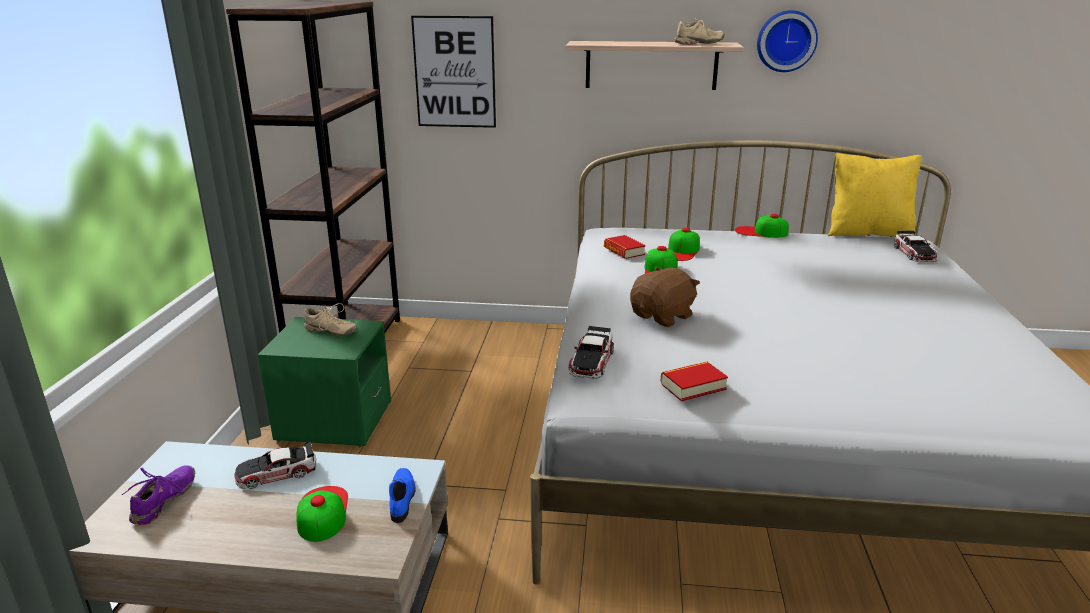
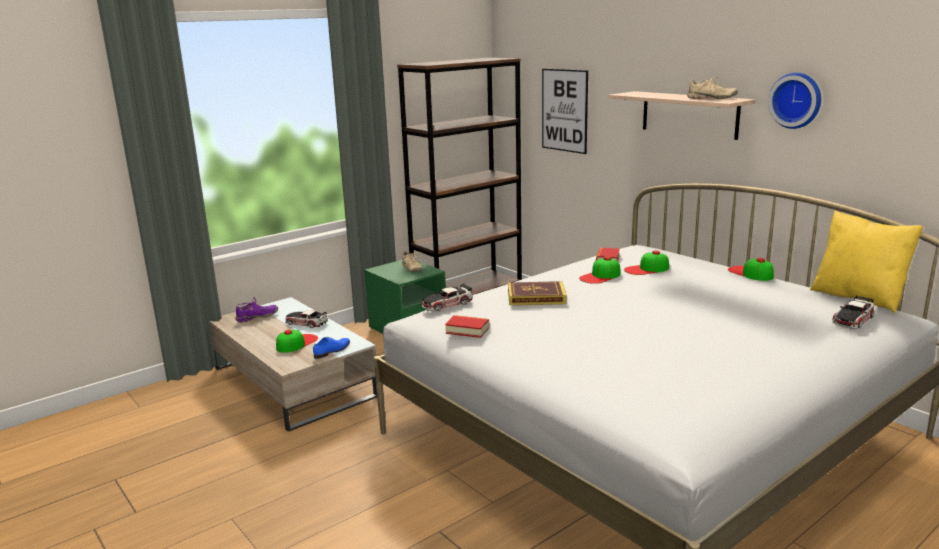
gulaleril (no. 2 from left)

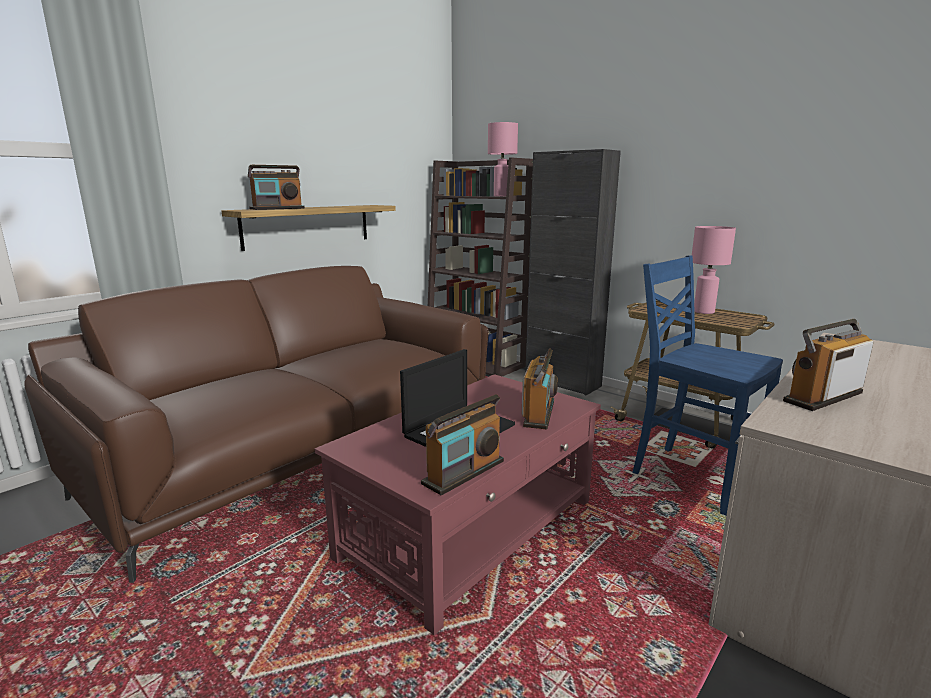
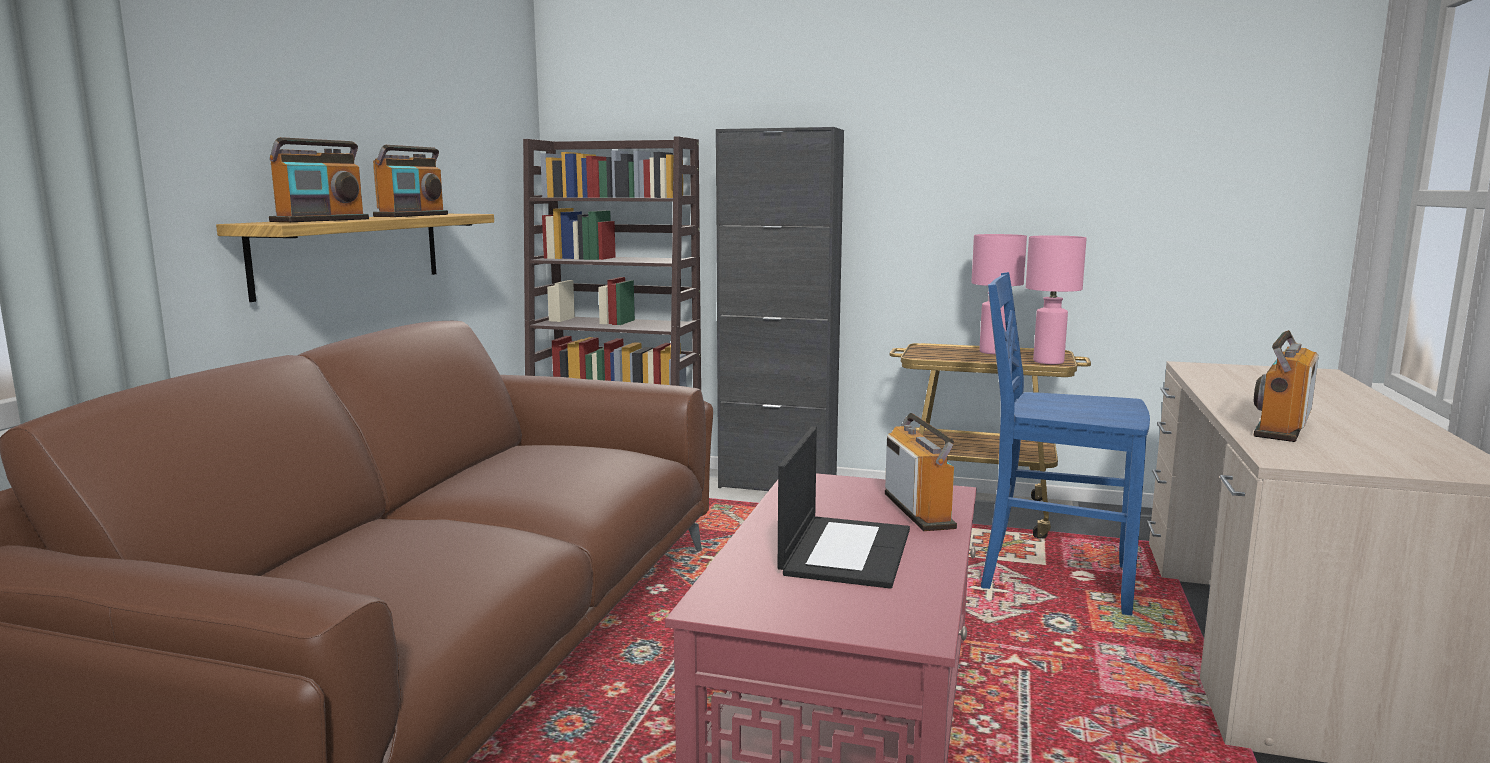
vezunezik (no. 2 from left)
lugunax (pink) (no. 2 from left)

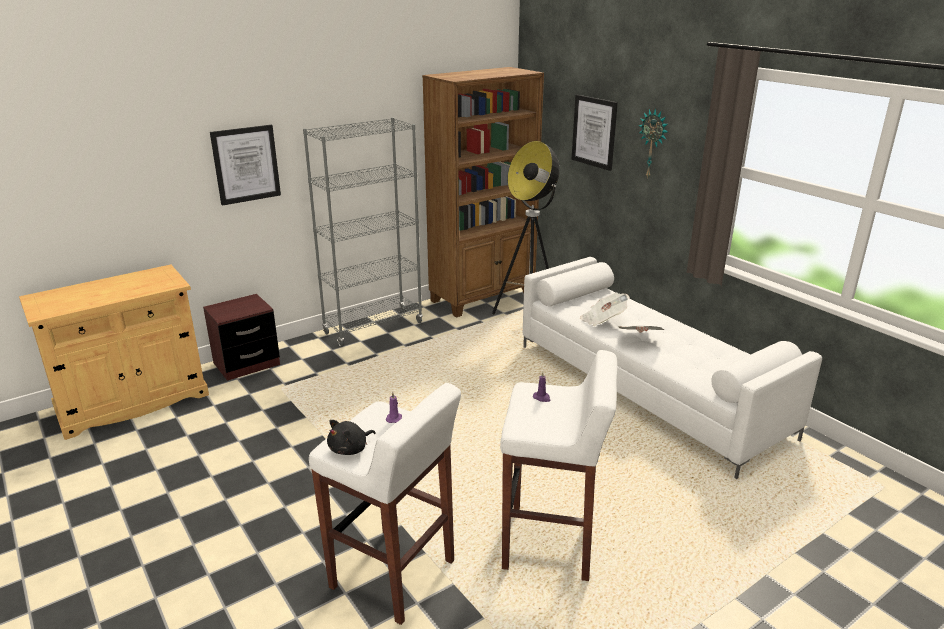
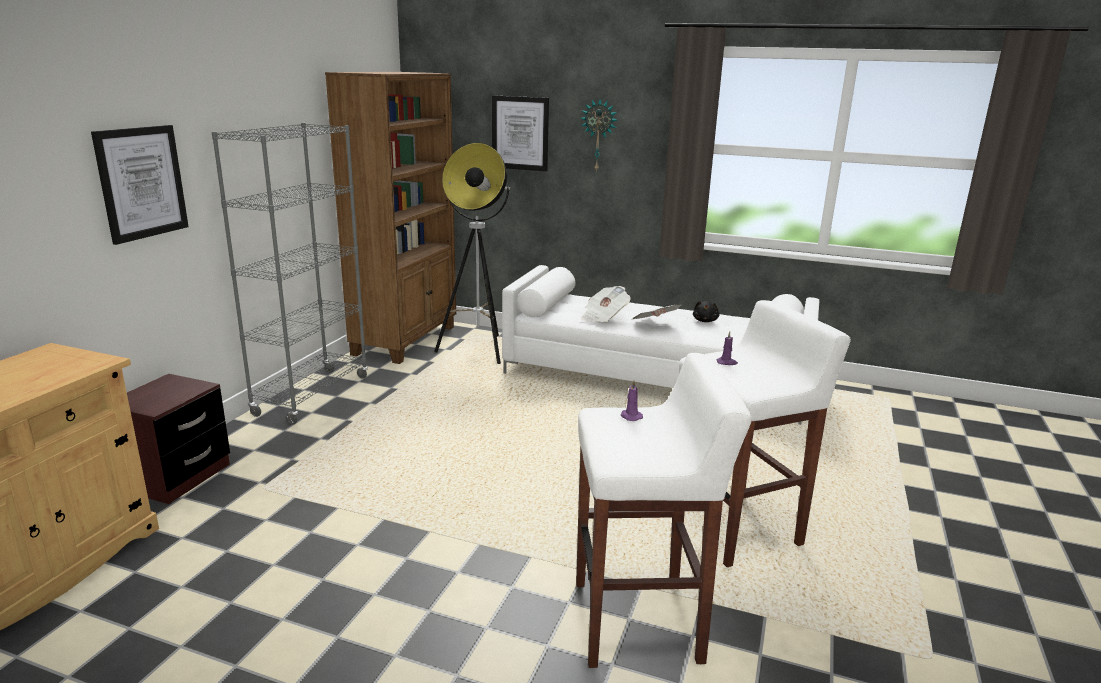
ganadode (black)

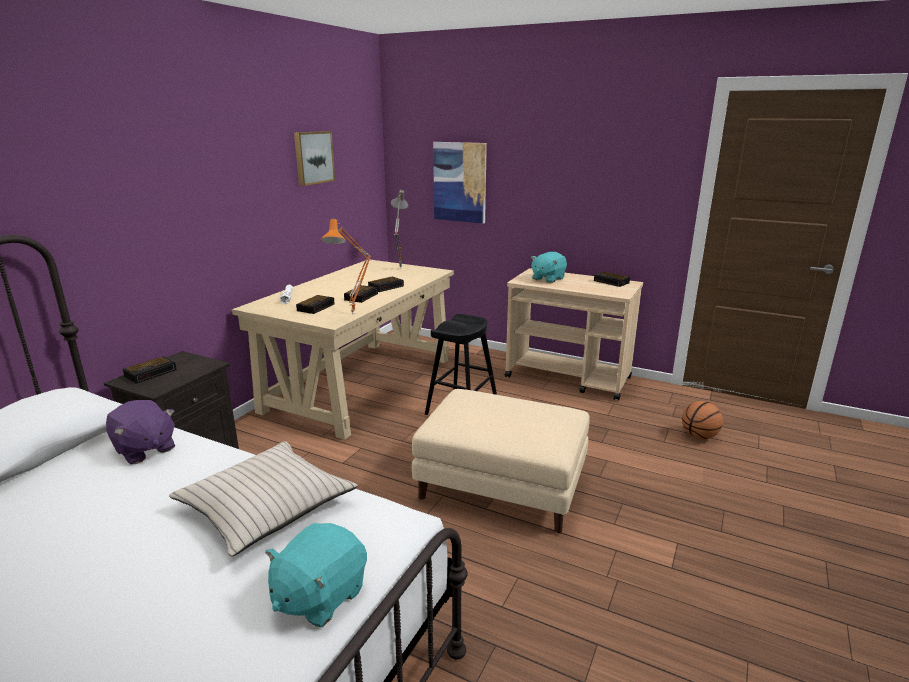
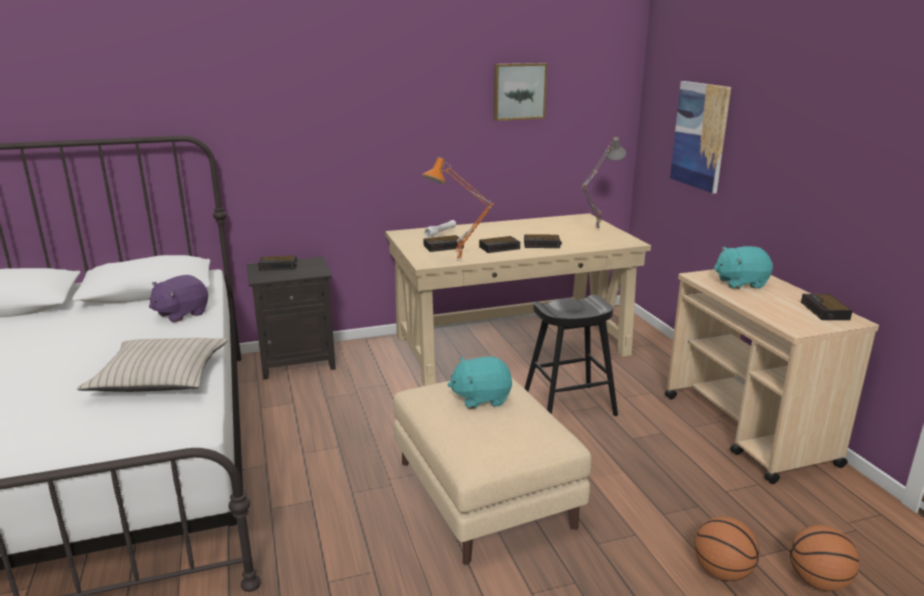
ganadode (purple)
ganadode (turquoise) (no. 1 from left)
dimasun (no. 1 from left)

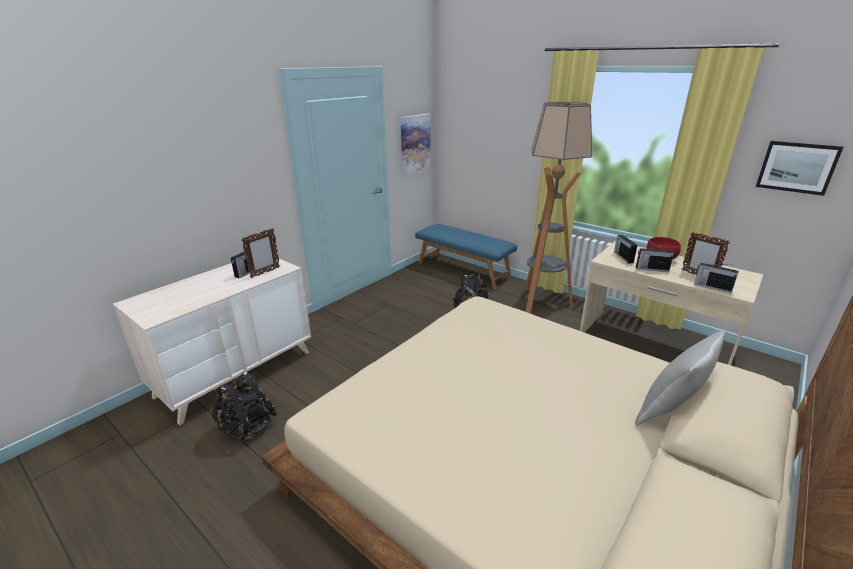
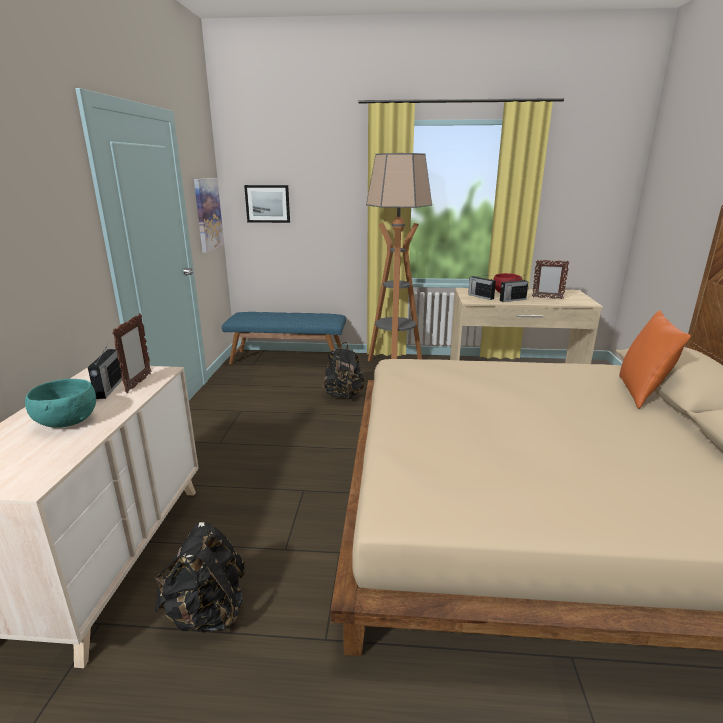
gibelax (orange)
vezunezik (no. 4 from left in the first image)
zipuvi (no. 2 from left)
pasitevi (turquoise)

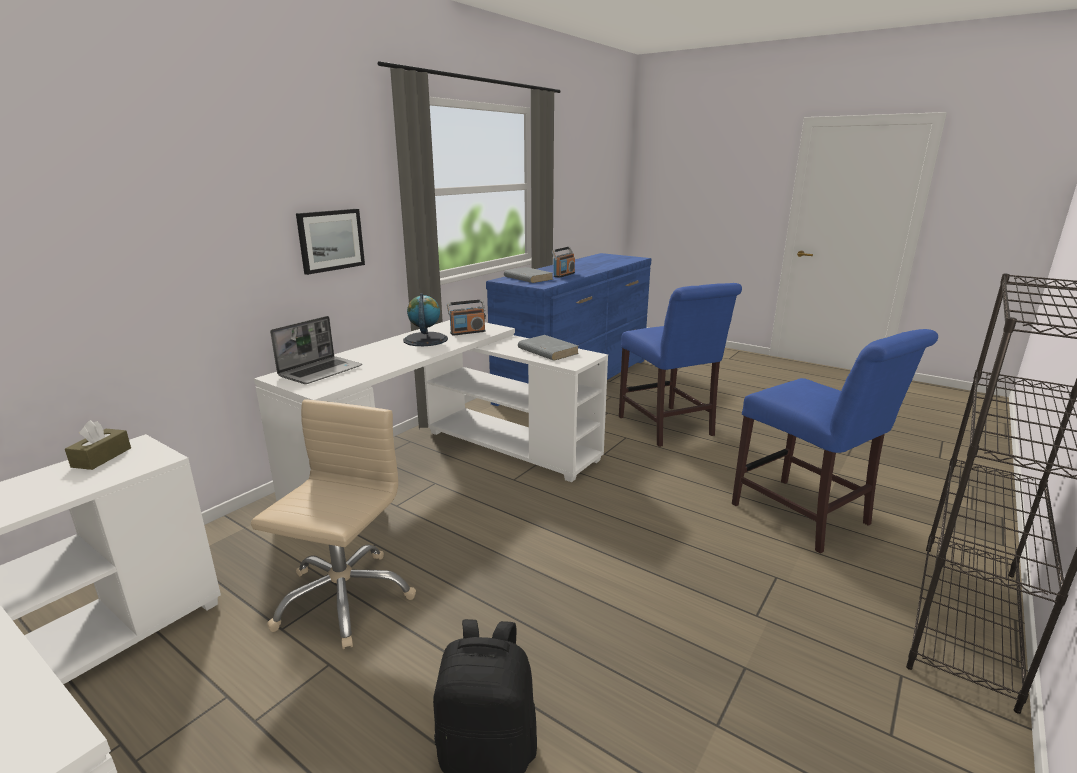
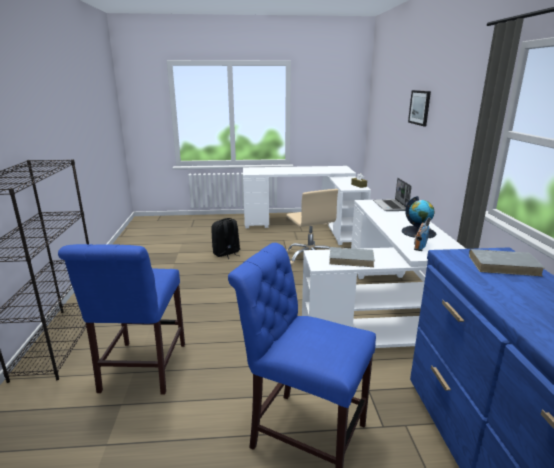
zipuvi
vezunezik (no. 2 from left in the first image)
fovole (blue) (no. 1 from left)

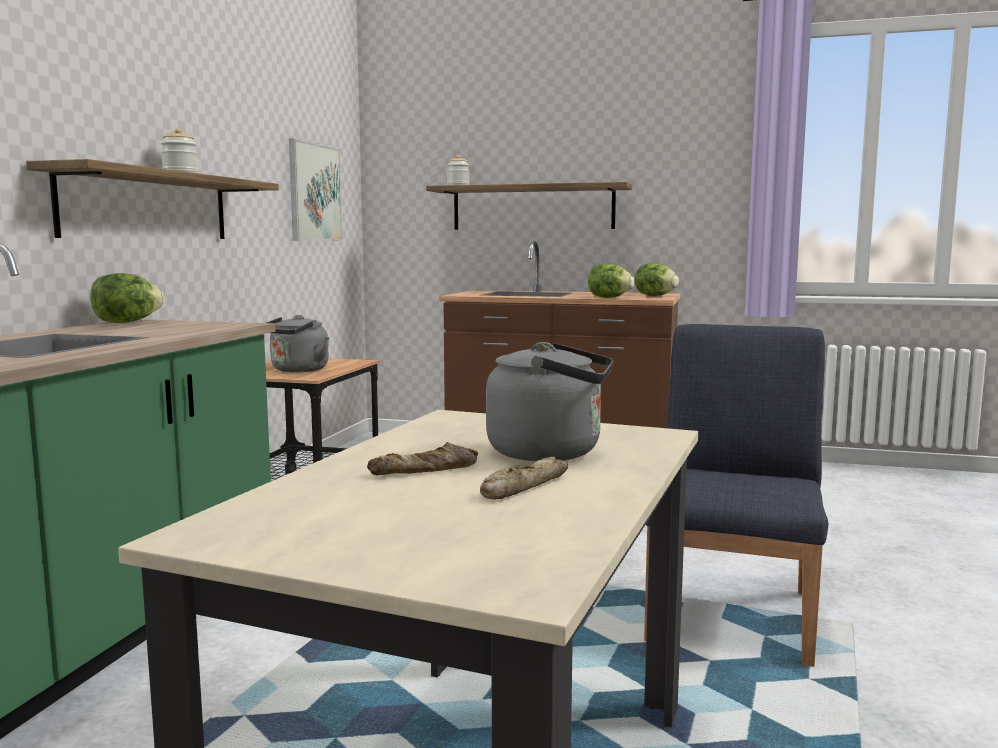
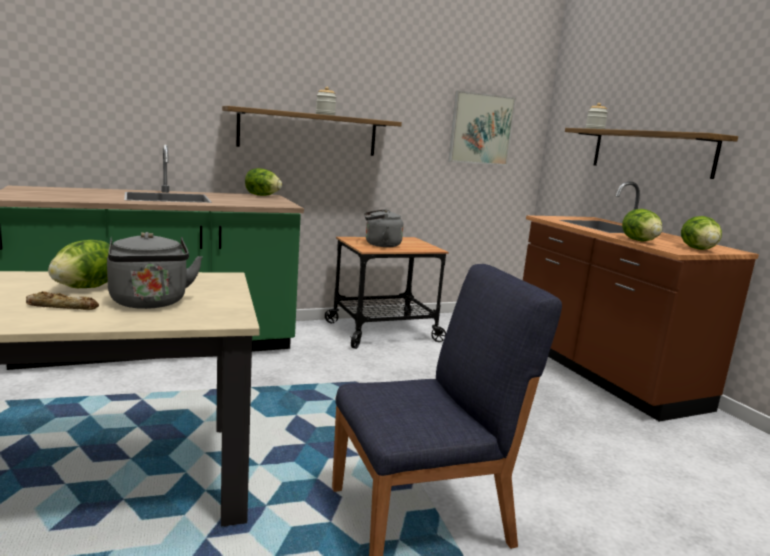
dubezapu (no. 1 from left)

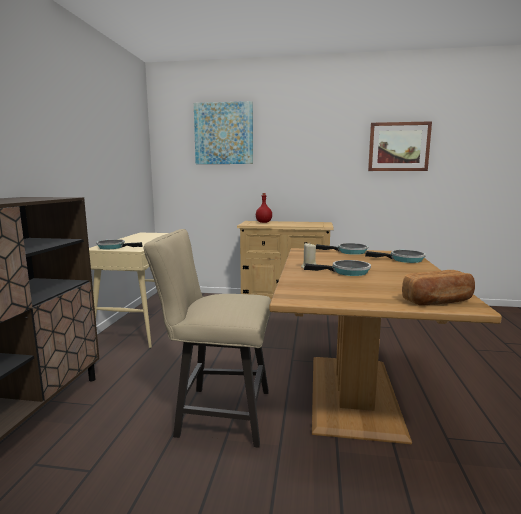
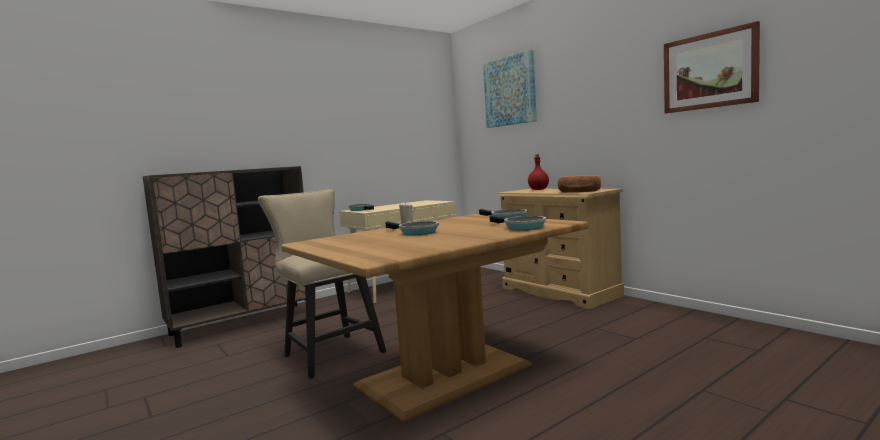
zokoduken

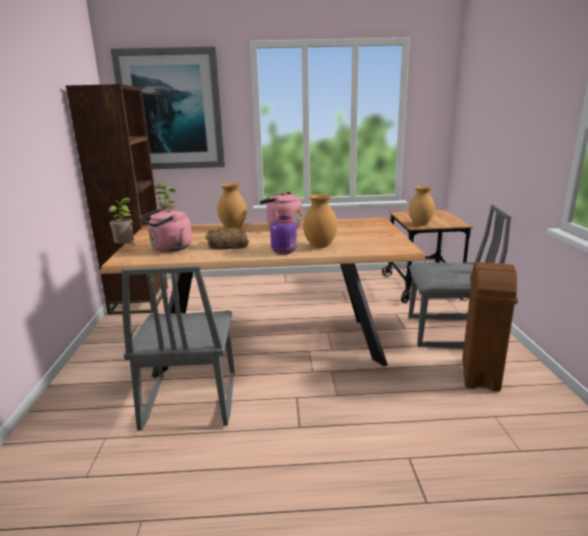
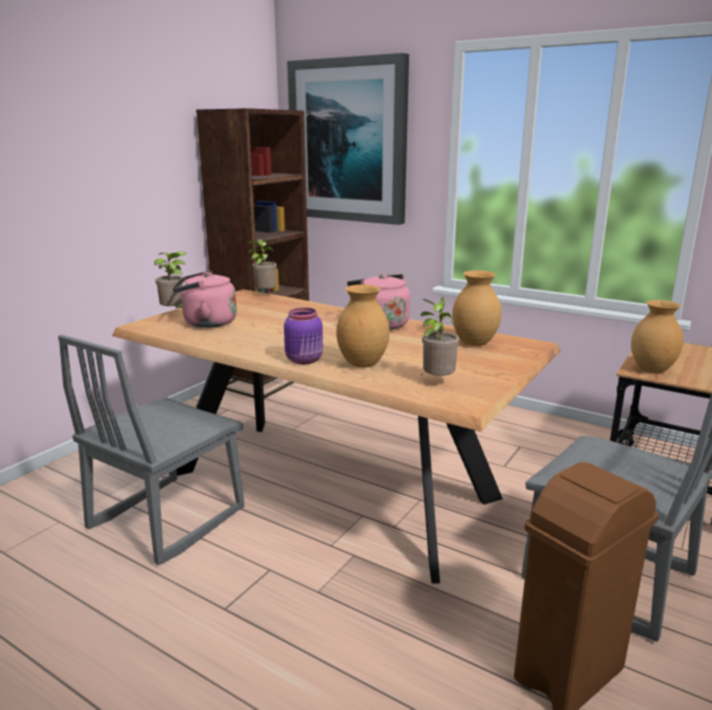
zokoduken
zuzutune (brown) (no. 2 from left)
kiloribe (no. 3 from left)

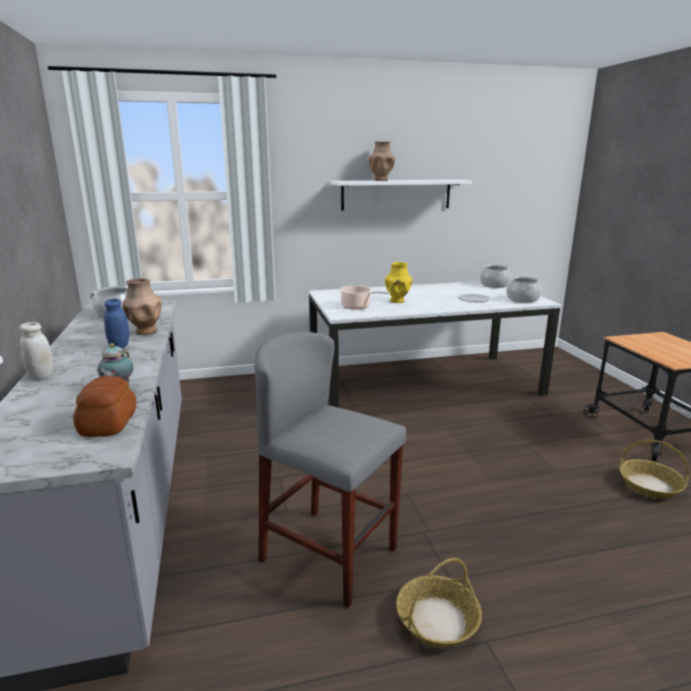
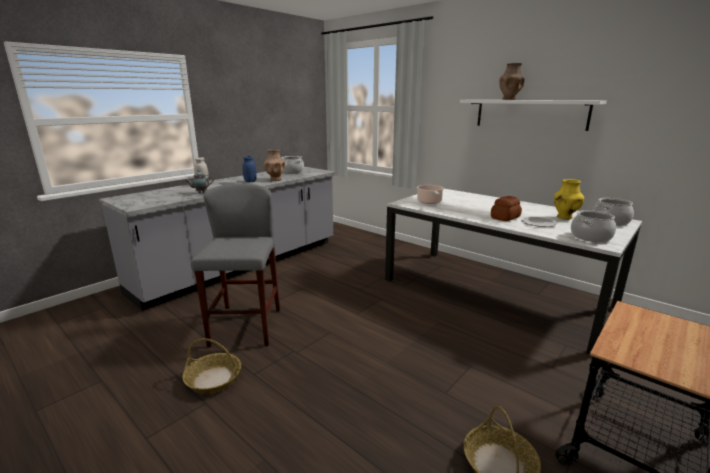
zokoduken
zuzutune (yellow)

